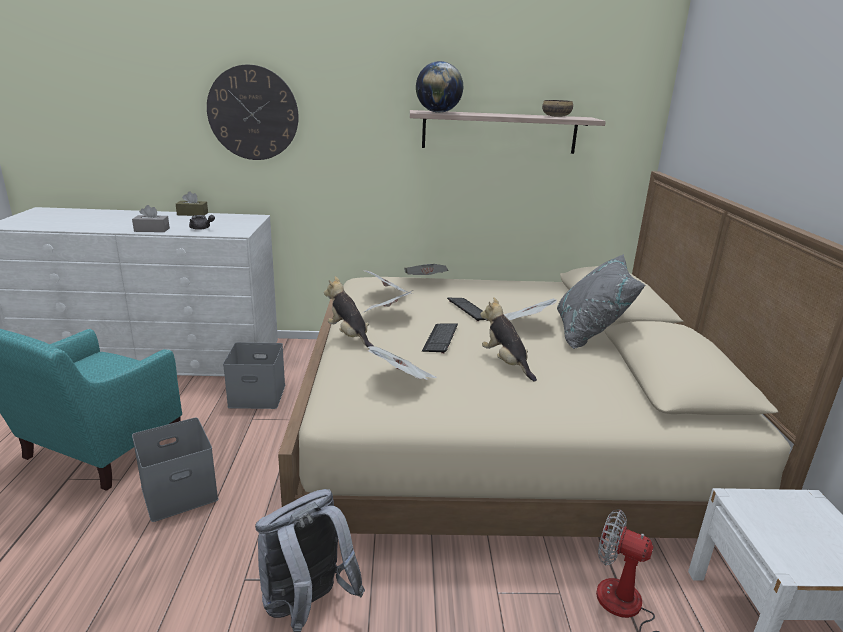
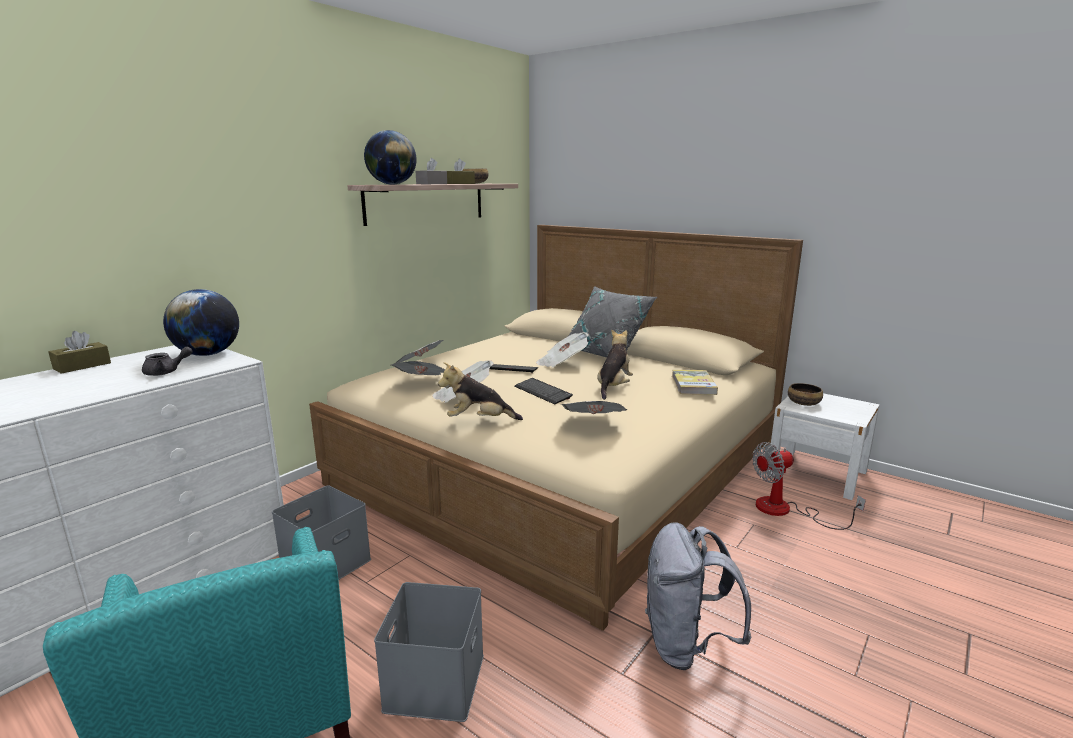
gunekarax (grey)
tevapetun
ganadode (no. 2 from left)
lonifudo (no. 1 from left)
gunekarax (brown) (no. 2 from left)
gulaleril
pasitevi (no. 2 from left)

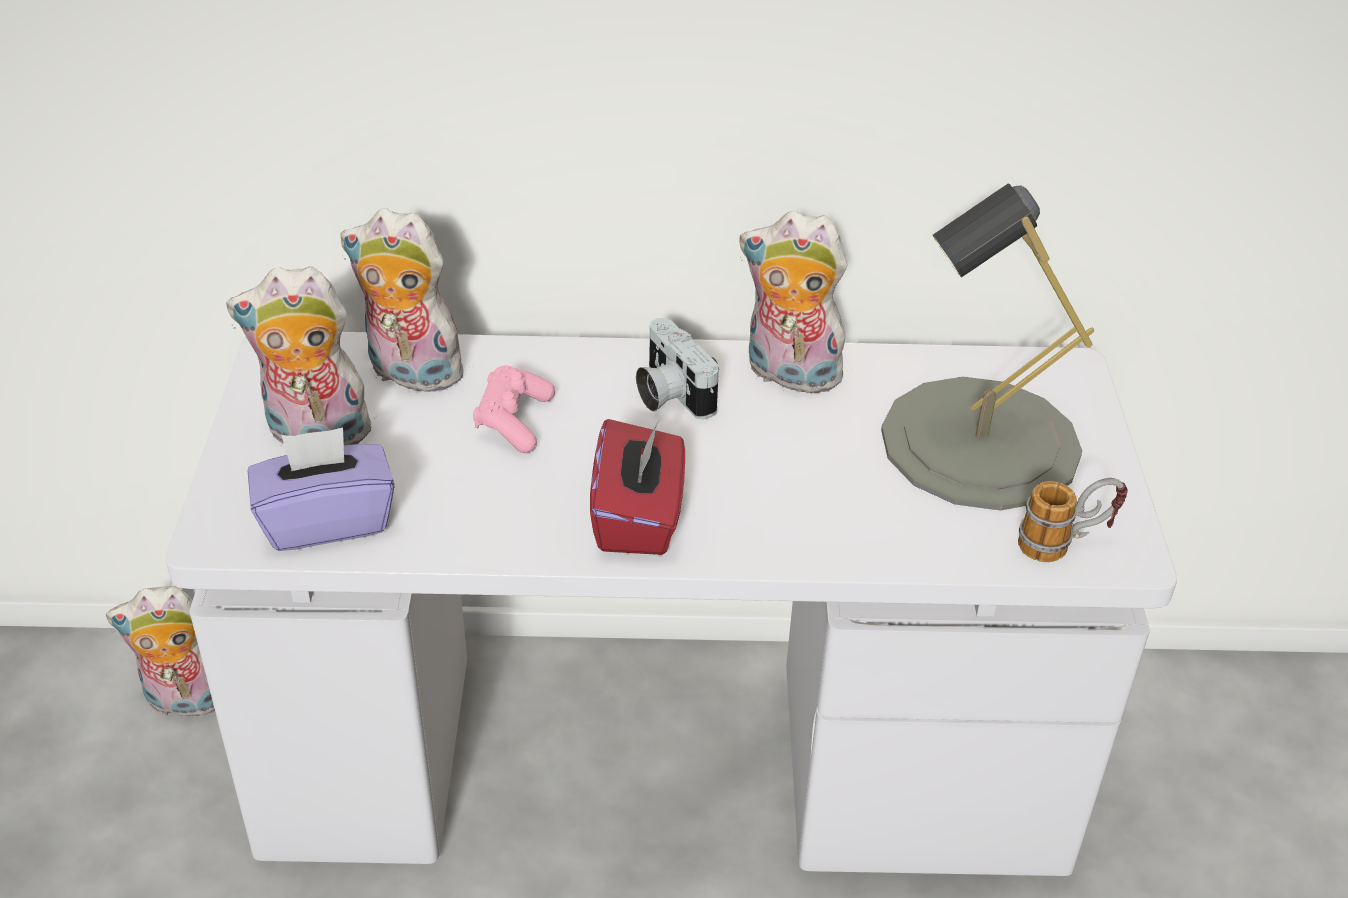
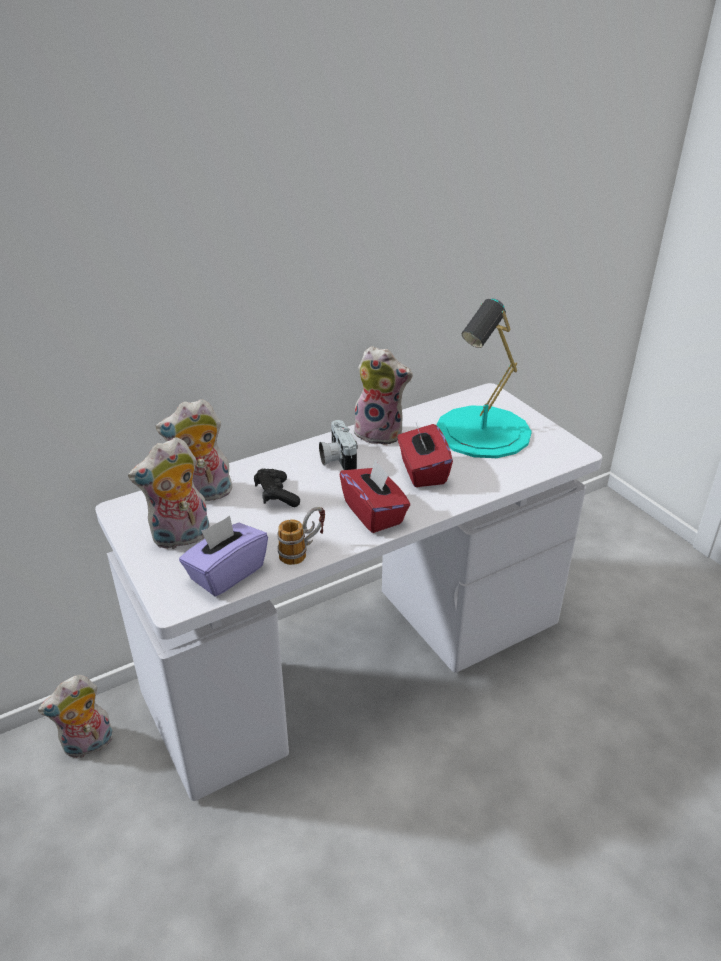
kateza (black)
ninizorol
ganadode (no. 4 from left)
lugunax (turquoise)
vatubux
gunekarax (red) (no. 2 from left)

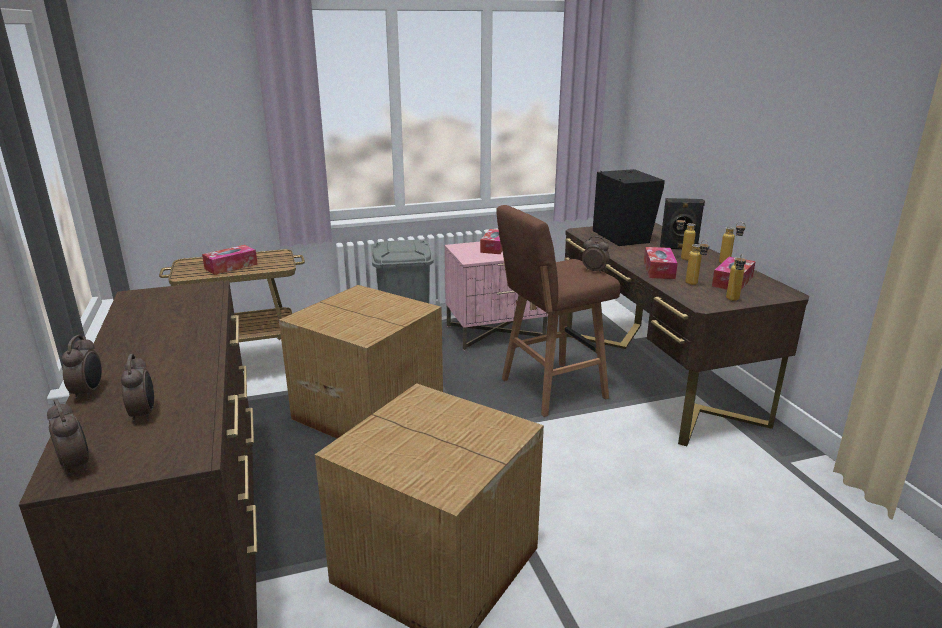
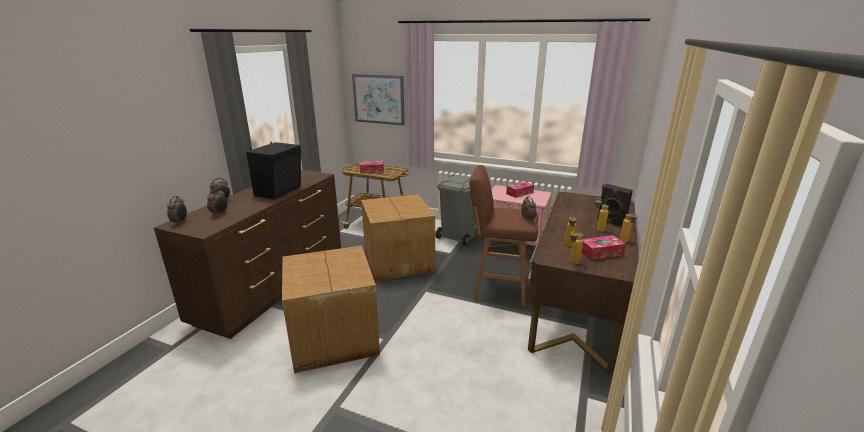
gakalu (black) (no. 1 from left)
gunekarax (no. 3 from left in the first image)
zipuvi

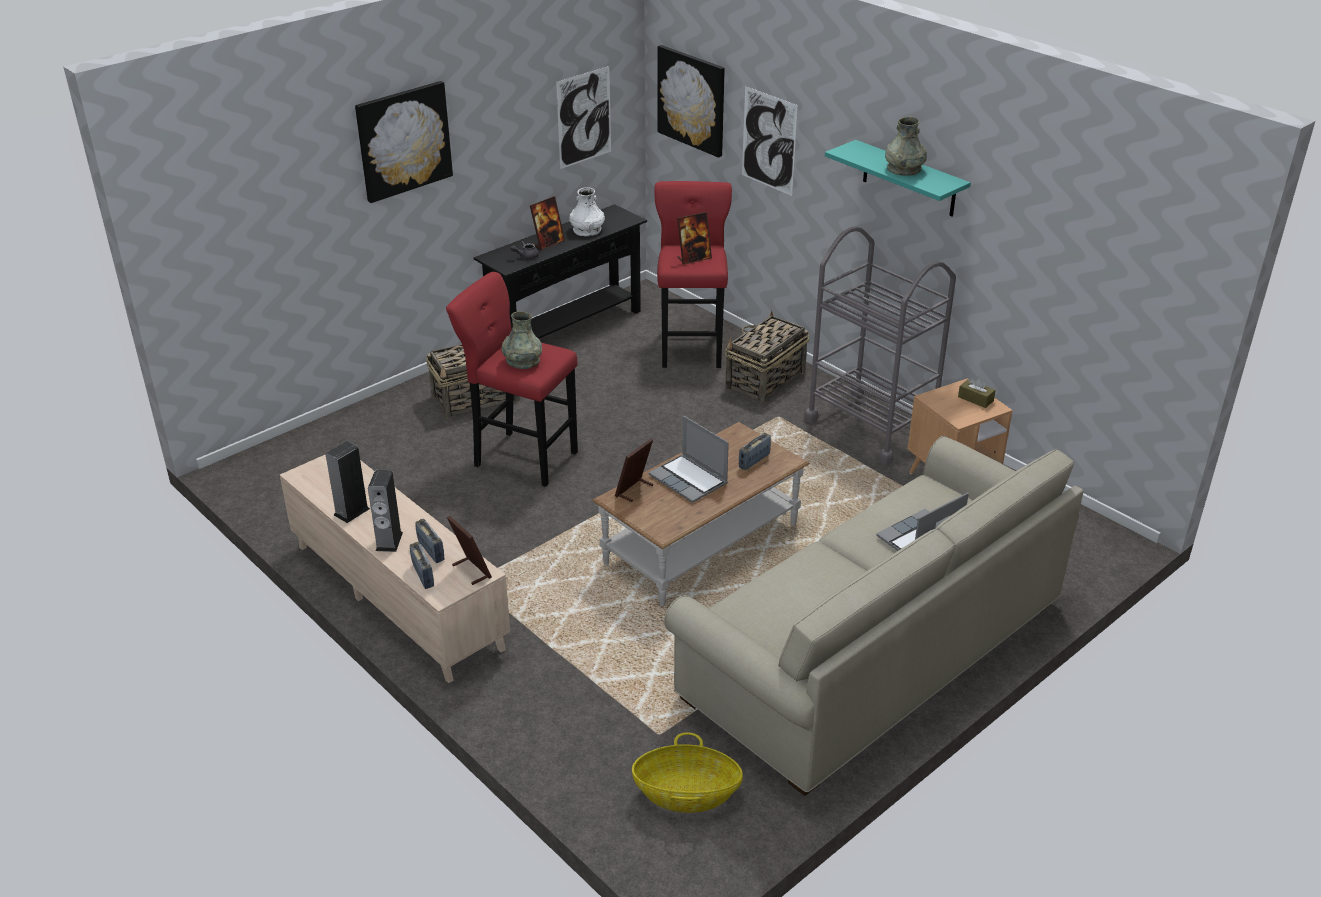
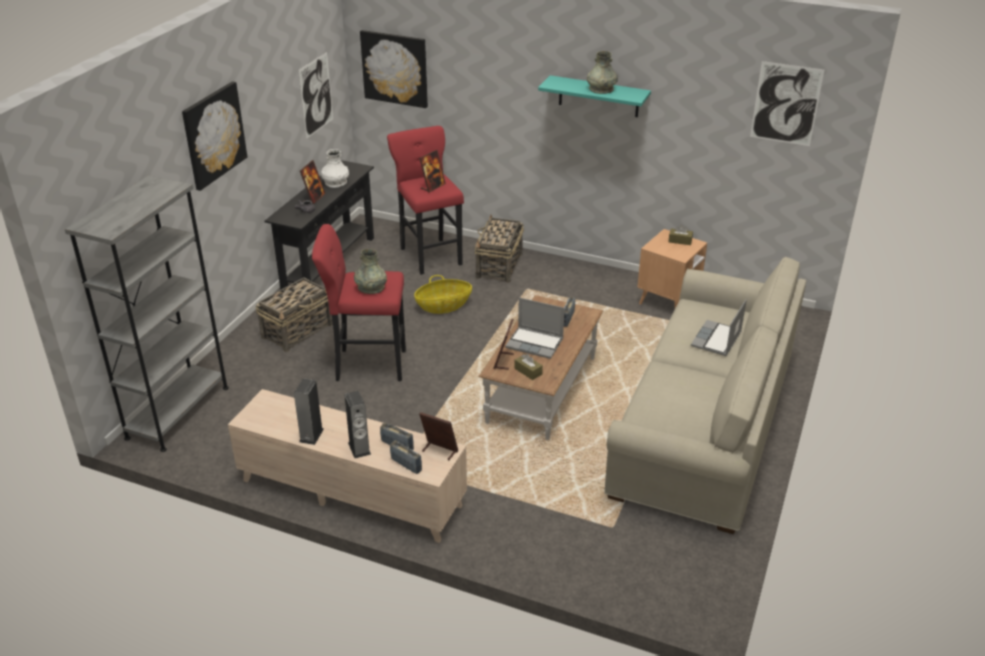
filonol (no. 2 from left)
zipuvi (no. 4 from left)
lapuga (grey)
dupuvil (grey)
gunekarax (brown) (no. 1 from left)

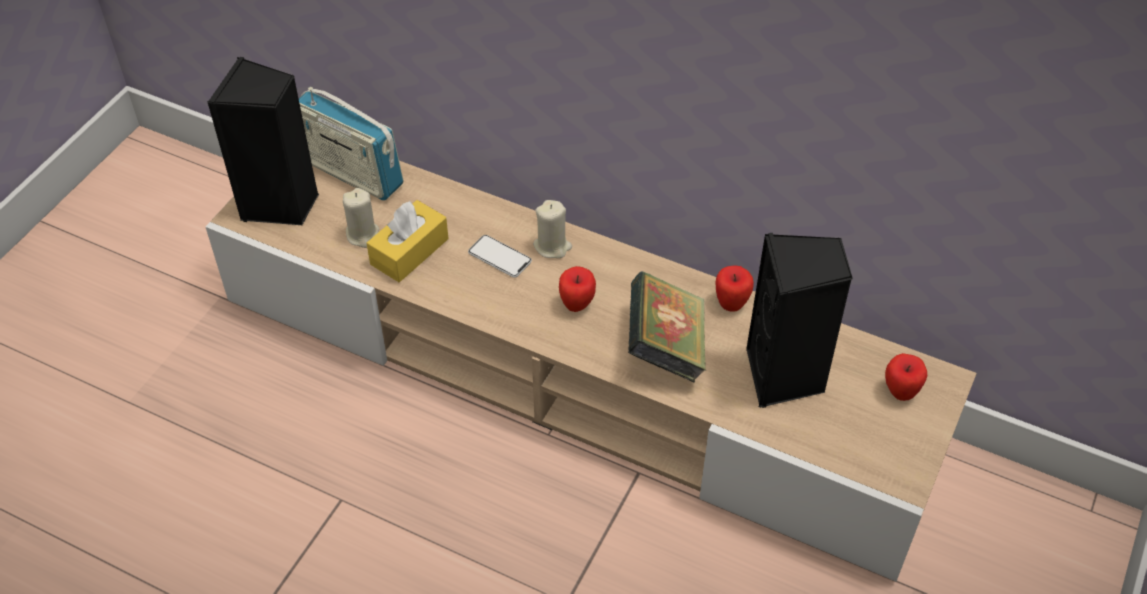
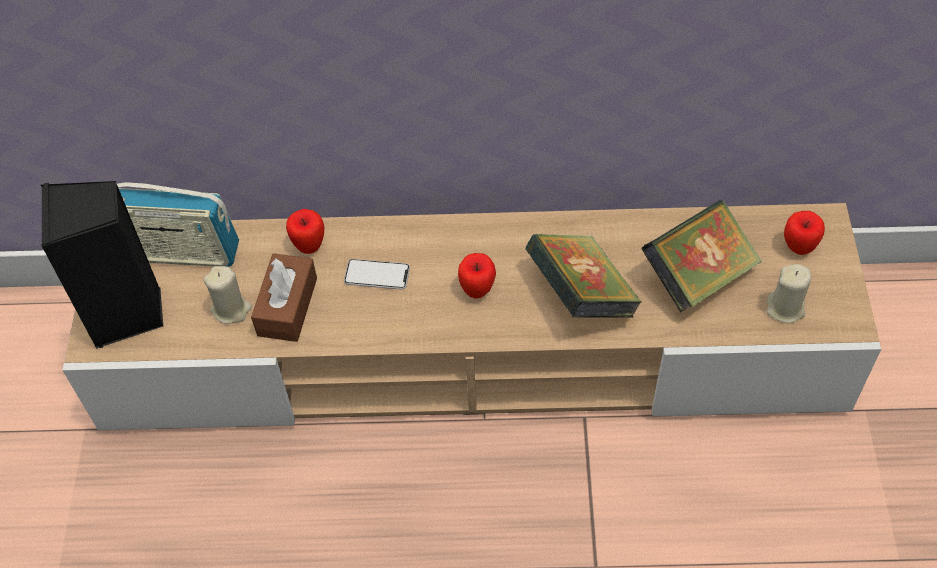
gunekarax (brown)
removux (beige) (no. 2 from left)
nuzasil (no. 1 from left)
gulaleril (no. 2 from left)

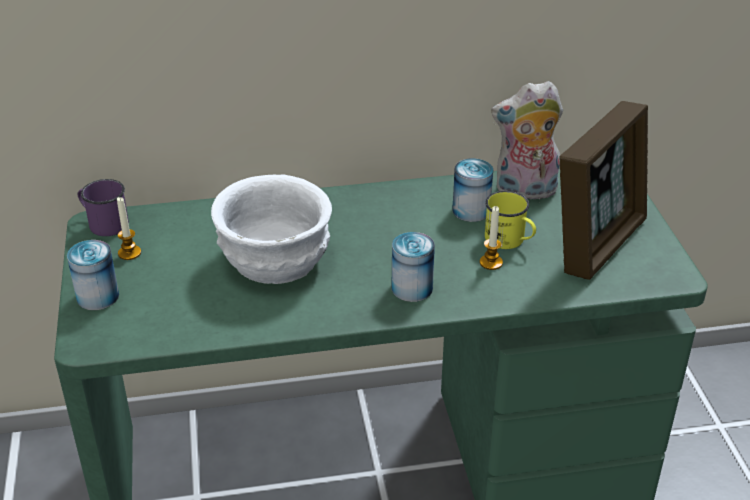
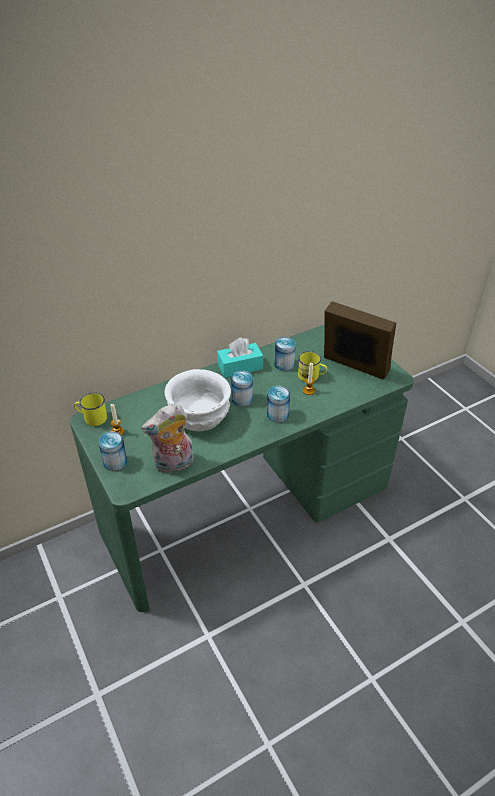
vatubux (yellow) (no. 1 from left)
ganadode
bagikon
gunekarax (turquoise)
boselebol (no. 2 from left)

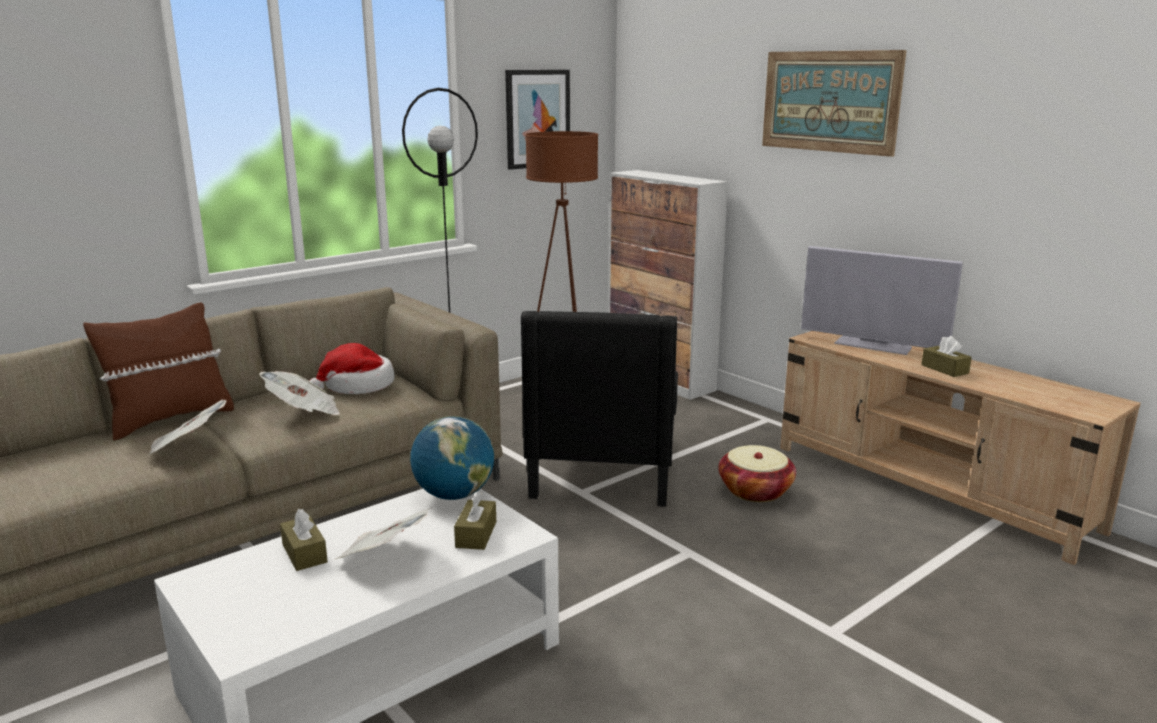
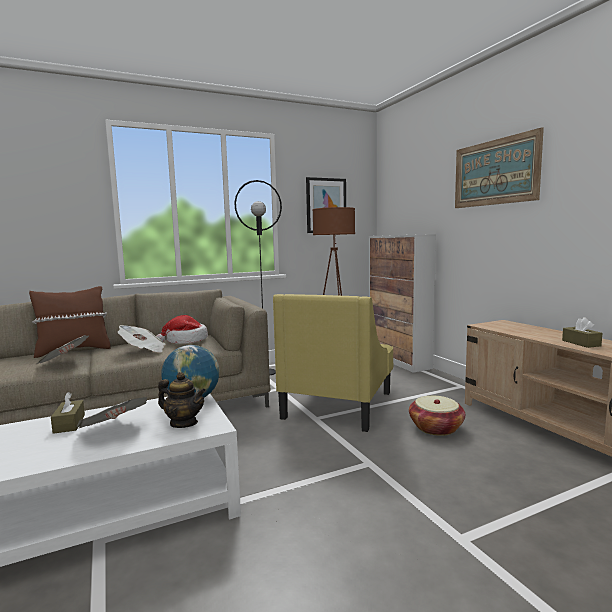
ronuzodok
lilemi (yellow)
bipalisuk

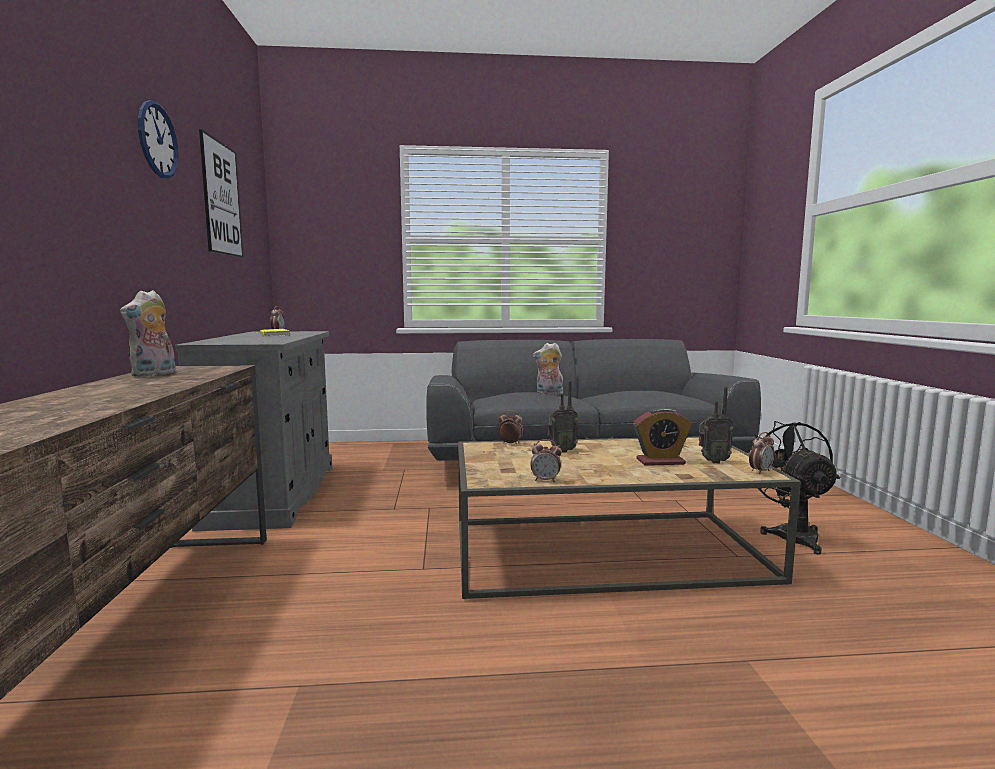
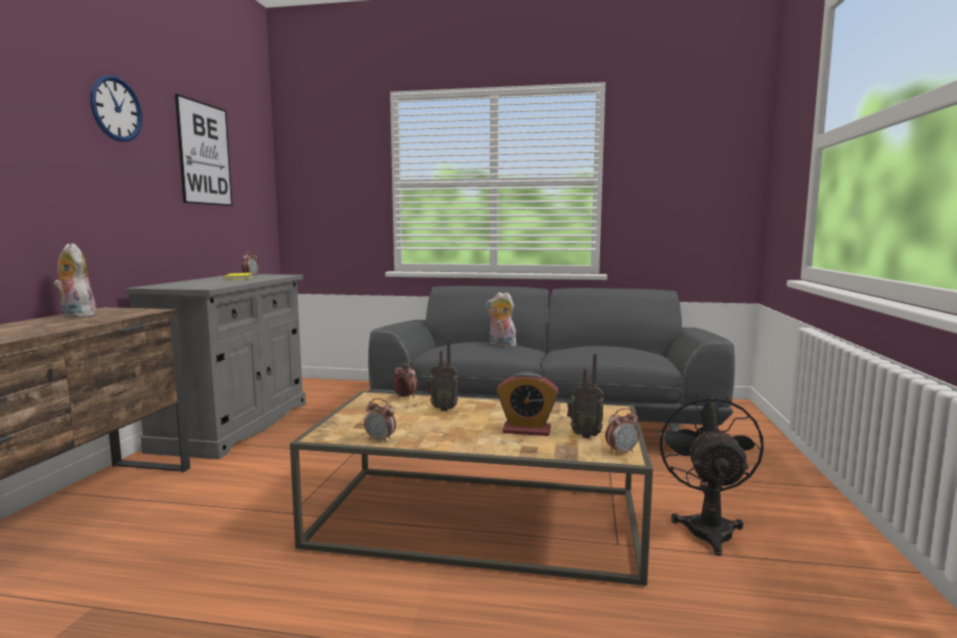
ganadode (no. 1 from left)

